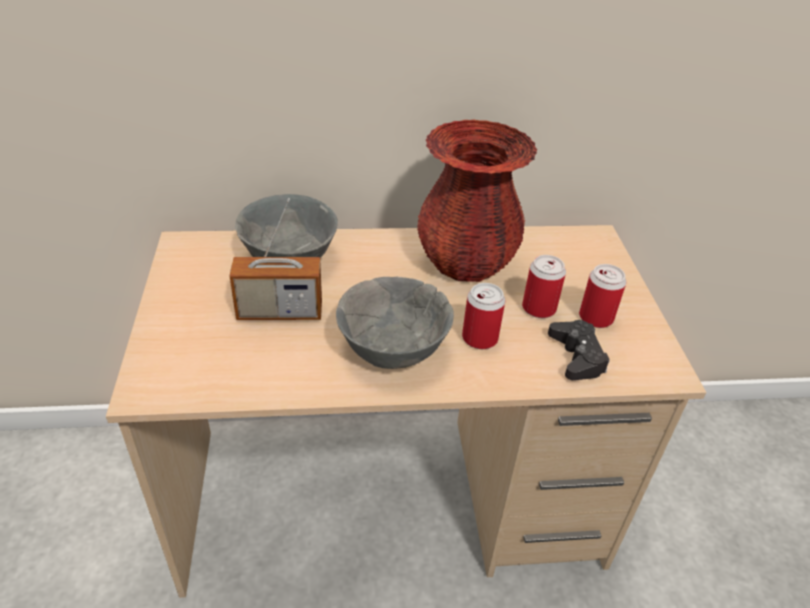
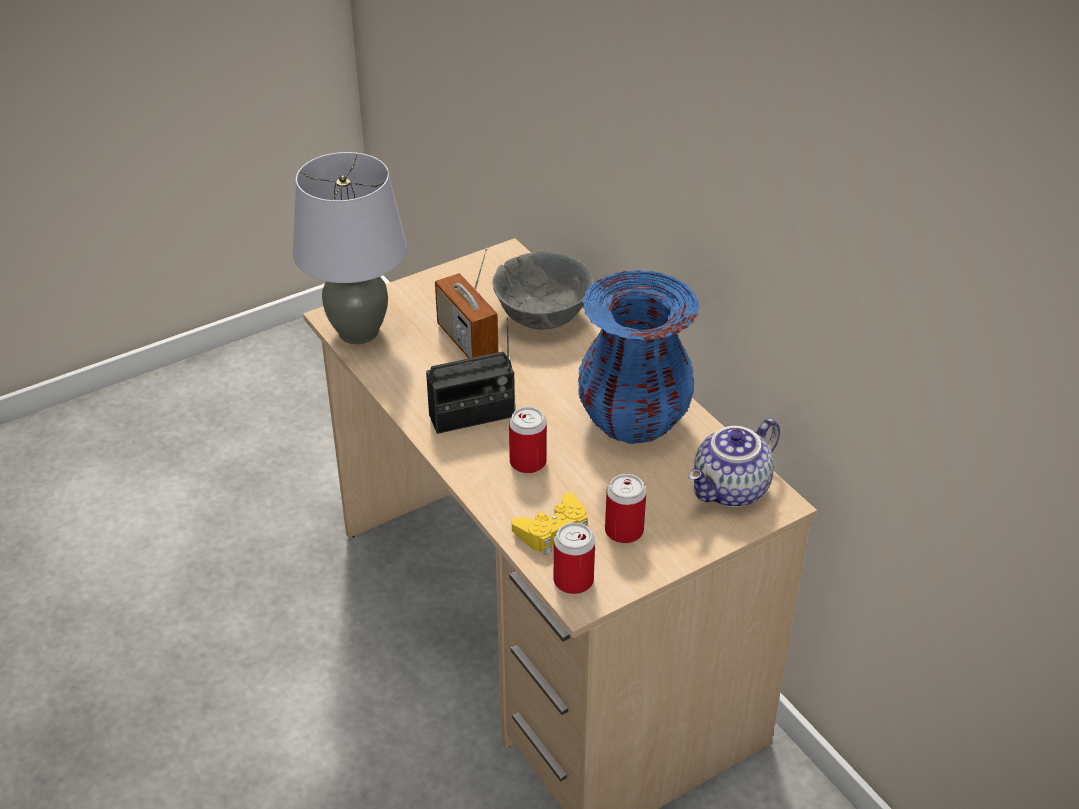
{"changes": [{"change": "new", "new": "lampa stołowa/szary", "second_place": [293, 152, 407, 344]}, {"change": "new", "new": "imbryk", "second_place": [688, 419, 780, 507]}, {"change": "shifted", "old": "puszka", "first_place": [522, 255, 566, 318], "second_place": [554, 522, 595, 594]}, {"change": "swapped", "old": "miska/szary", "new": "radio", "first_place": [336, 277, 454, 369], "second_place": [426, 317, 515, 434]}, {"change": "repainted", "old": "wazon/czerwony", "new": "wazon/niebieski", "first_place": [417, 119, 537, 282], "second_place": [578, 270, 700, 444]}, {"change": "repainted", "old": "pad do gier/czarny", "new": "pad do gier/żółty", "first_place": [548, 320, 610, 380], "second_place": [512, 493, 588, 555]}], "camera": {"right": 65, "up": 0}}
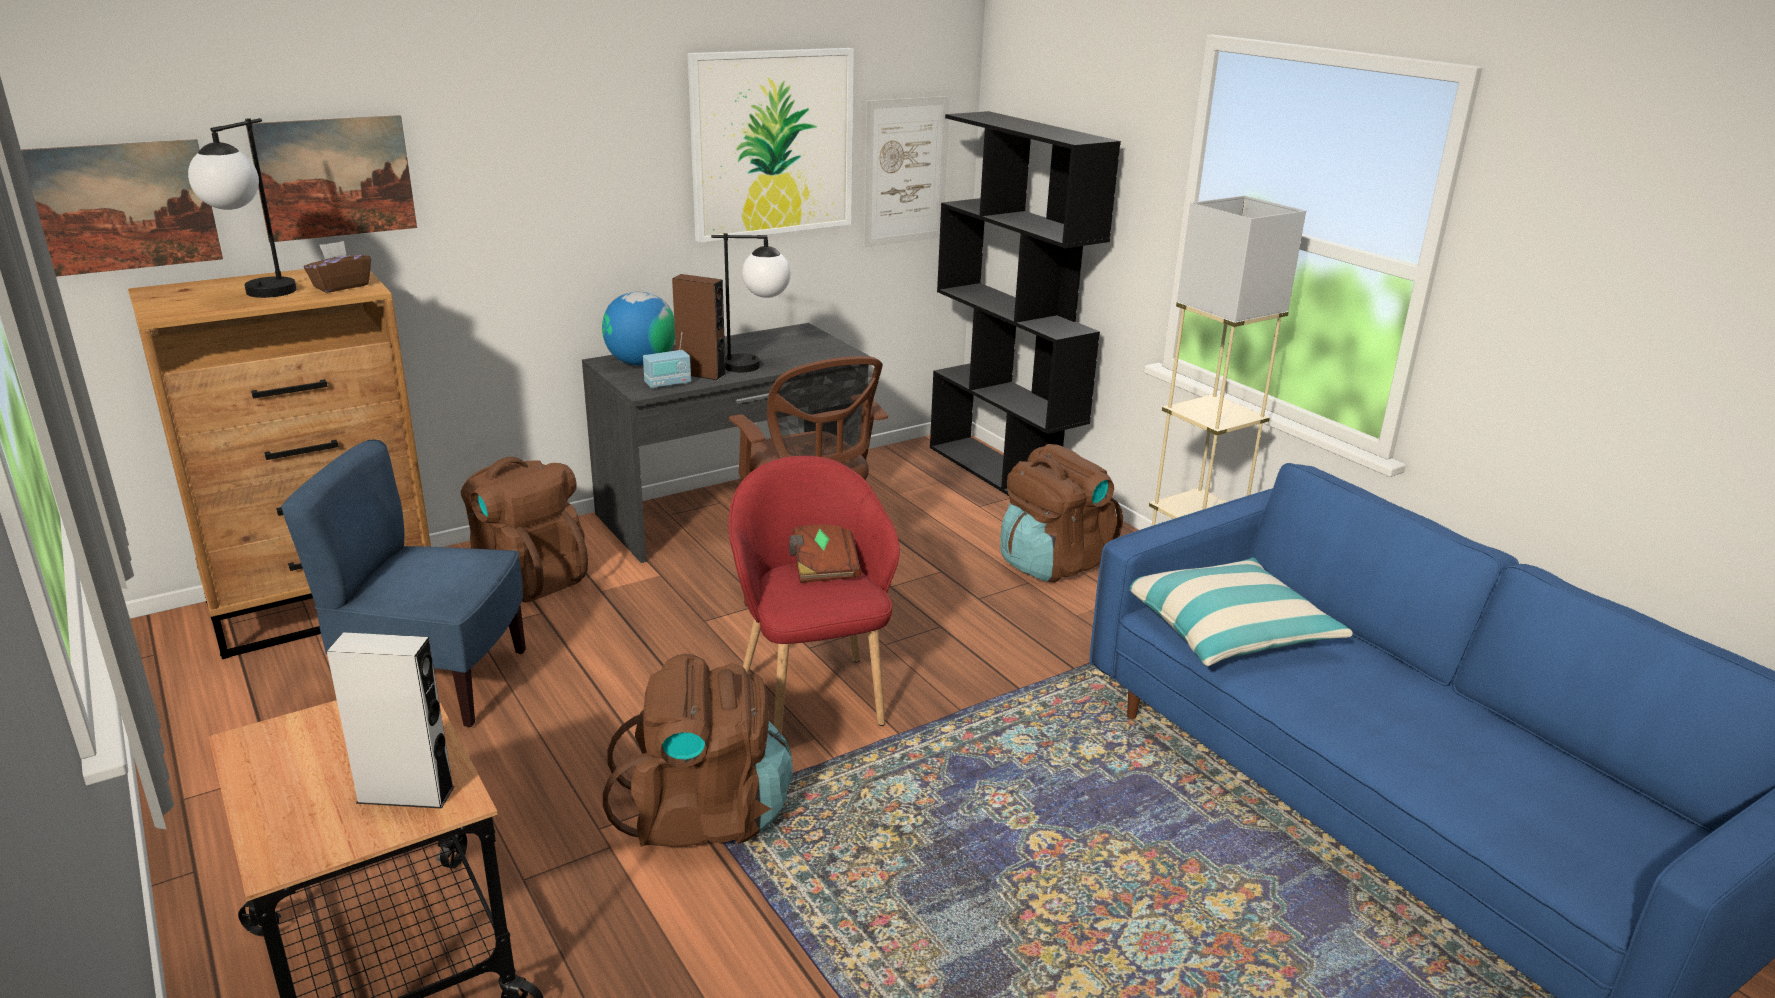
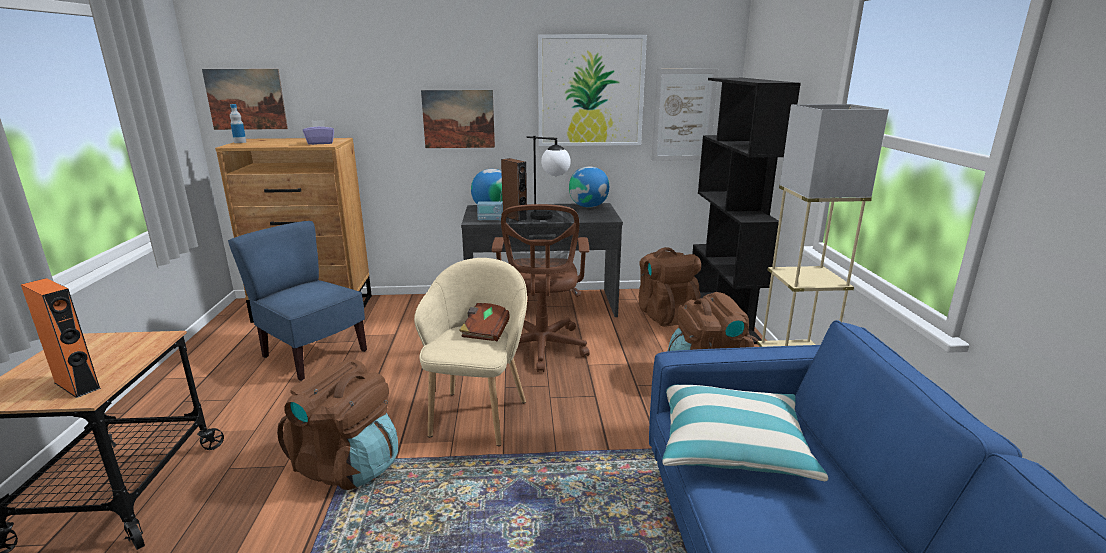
{"changes": [{"change": "gone", "old": "lampa stołowa", "first_place": [188, 118, 296, 298]}, {"change": "new", "new": "butelka", "second_place": [230, 104, 246, 143]}, {"change": "new", "new": "globus", "second_place": [569, 166, 609, 207]}, {"change": "shifted", "old": "obraz", "first_place": [246, 115, 417, 243], "second_place": [421, 90, 495, 148]}, {"change": "shifted", "old": "plecak/brązowy", "first_place": [461, 457, 588, 602], "second_place": [639, 247, 701, 327]}, {"change": "repainted", "old": "pudełko chusteczek/brązowy", "new": "pudełko chusteczek/fioletowy", "first_place": [304, 241, 371, 293], "second_place": [303, 120, 334, 145]}, {"change": "repainted", "old": "głośnik/szary", "new": "głośnik/pomarańczowy", "first_place": [327, 632, 455, 809], "second_place": [21, 278, 101, 398]}, {"change": "repainted", "old": "fotel/czerwony", "new": "fotel/beżowy", "first_place": [728, 456, 900, 734], "second_place": [414, 258, 527, 446]}], "camera": {"right": 30, "up": -5}}
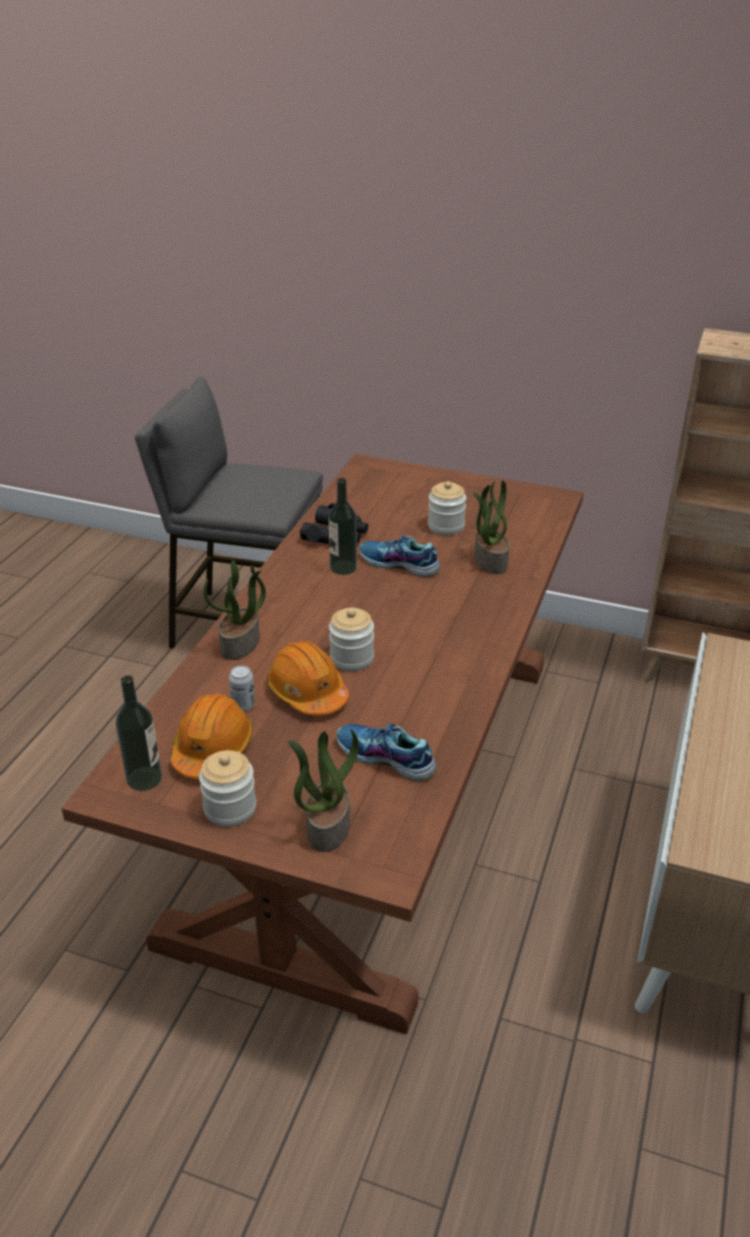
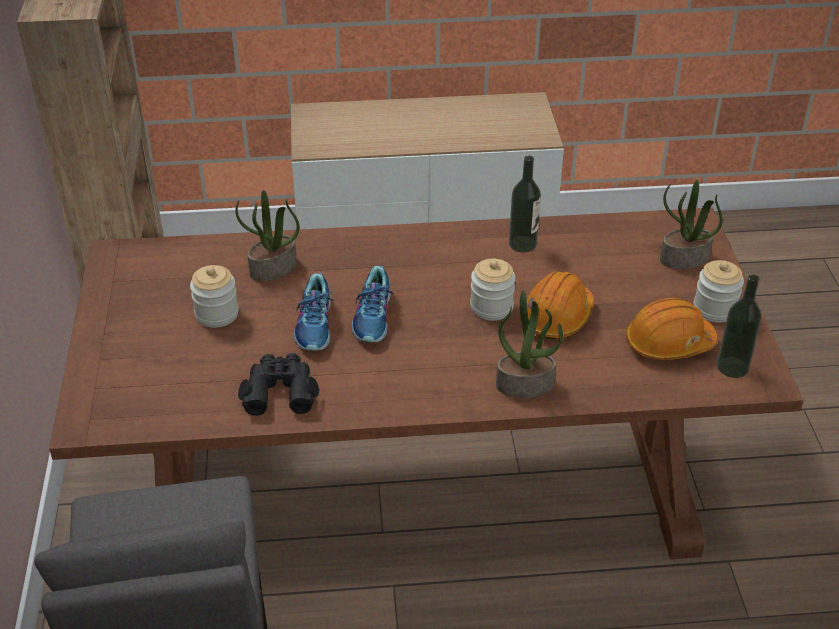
{"changes": [{"change": "gone", "old": "puszka", "first_place": [229, 666, 255, 711]}, {"change": "shifted", "old": "butelka", "first_place": [328, 478, 357, 575], "second_place": [509, 156, 541, 253]}, {"change": "shifted", "old": "but", "first_place": [337, 723, 436, 781], "second_place": [351, 266, 395, 342]}], "camera": {"right": -115, "up": 5}}
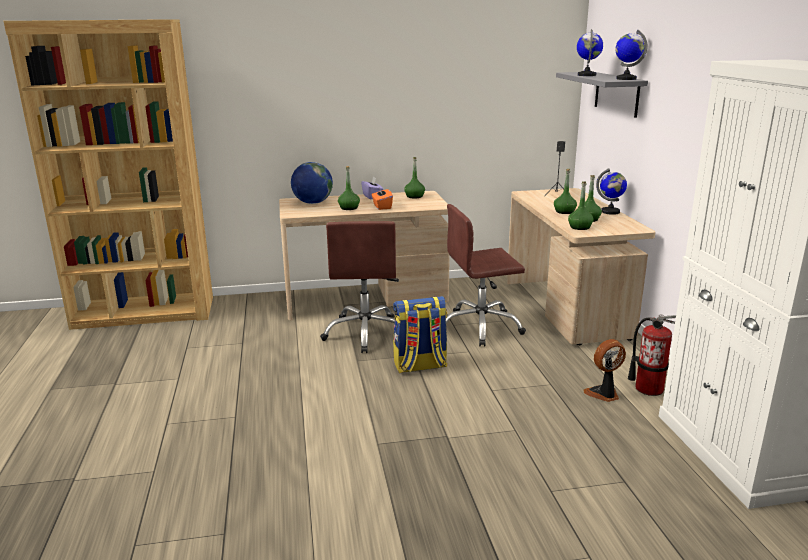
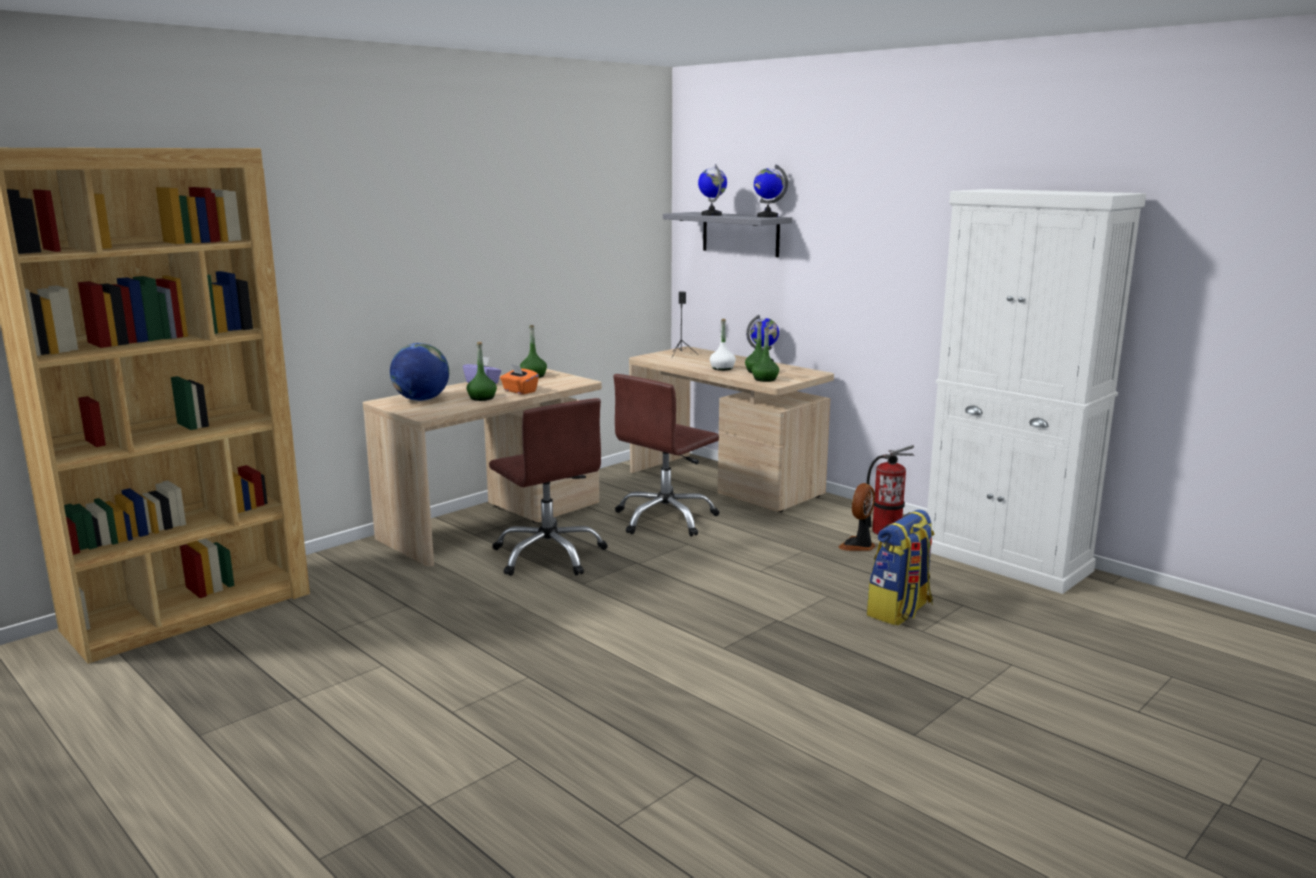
{"changes": [{"change": "shifted", "old": "plecak", "first_place": [393, 296, 448, 373], "second_place": [867, 509, 934, 626]}, {"change": "repainted", "old": "butelka/zielony", "new": "butelka/biały", "first_place": [554, 169, 577, 214], "second_place": [710, 319, 736, 371]}], "camera": {"right": -35, "up": -5}}
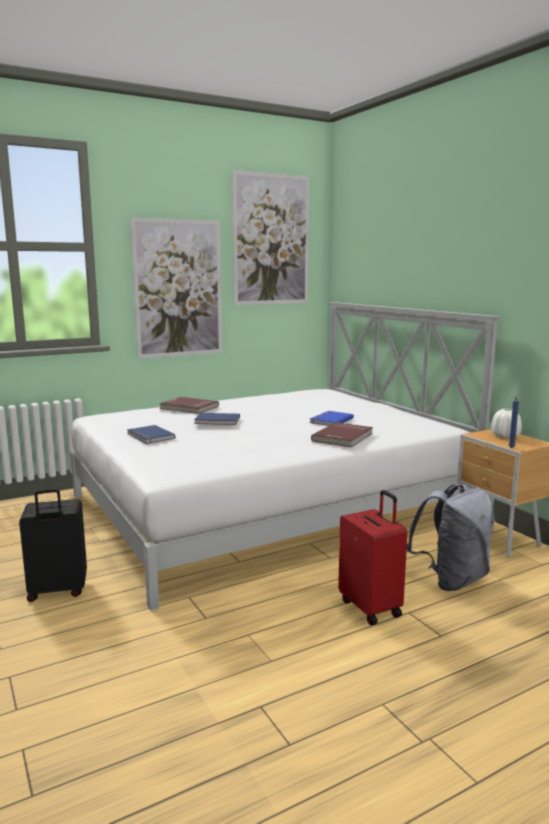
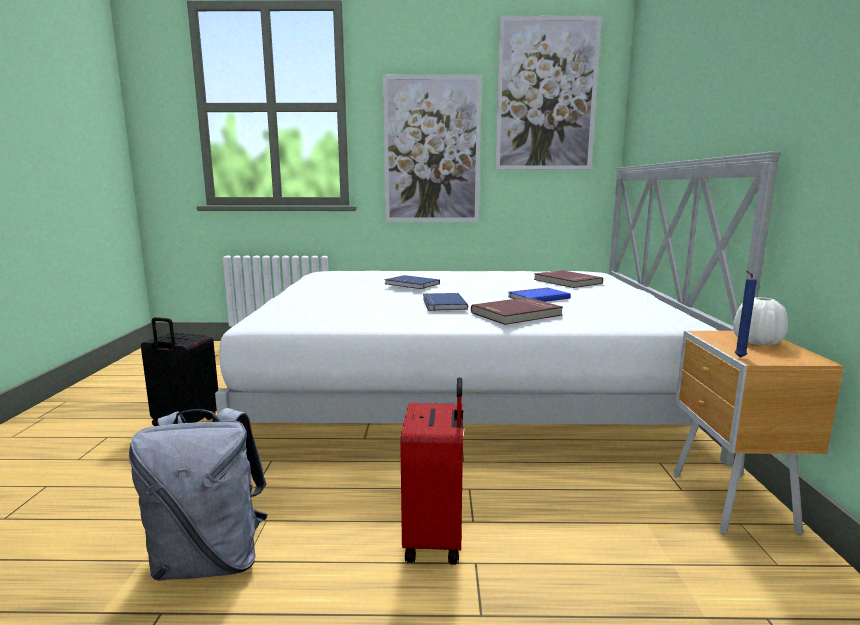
{"changes": [{"change": "shifted", "old": "książka/niebieski", "first_place": [127, 425, 176, 444], "second_place": [423, 293, 468, 311]}, {"change": "shifted", "old": "książka/czerwony", "first_place": [160, 397, 219, 414], "second_place": [534, 270, 603, 288]}, {"change": "shifted", "old": "plecak/szary", "first_place": [407, 484, 495, 591], "second_place": [129, 408, 267, 581]}], "camera": {"right": 30, "up": 0}}
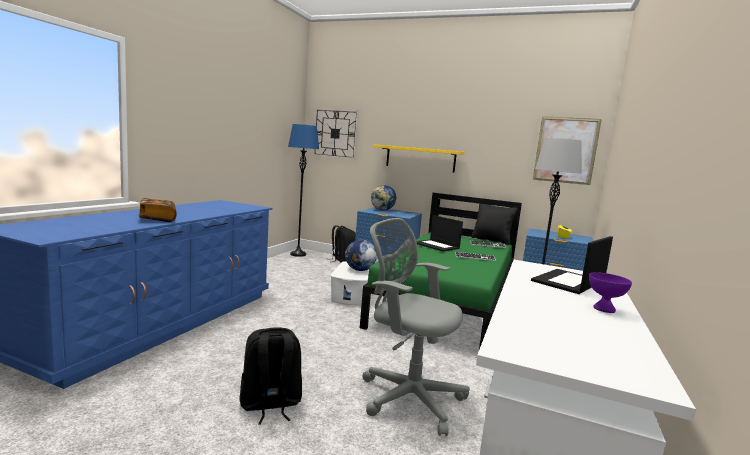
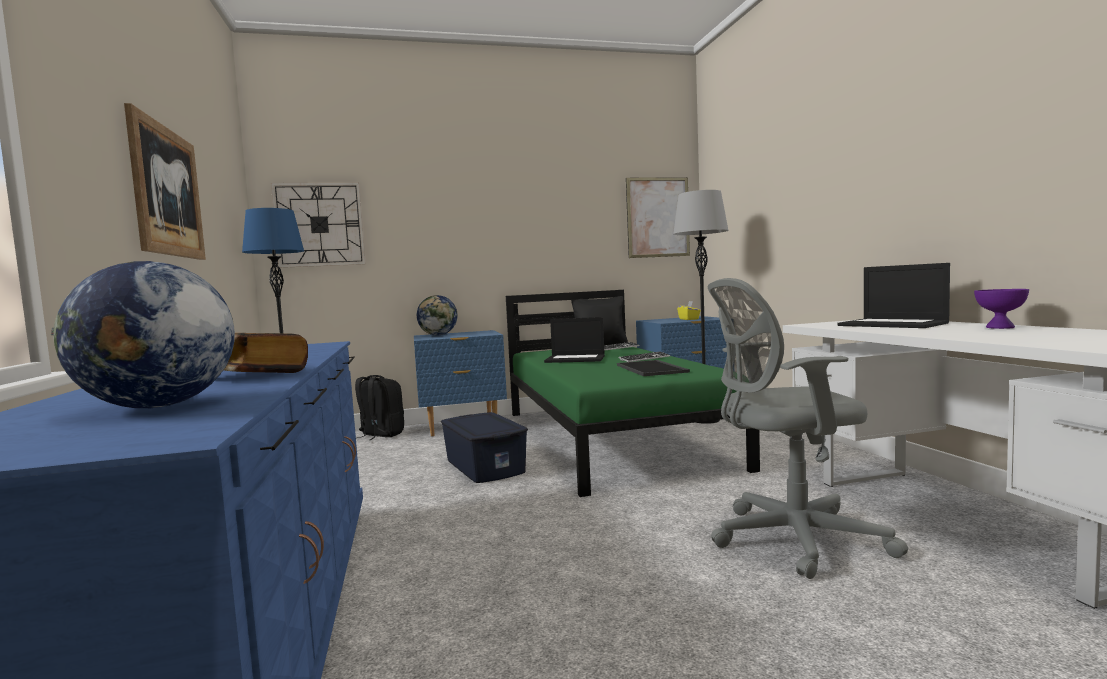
{"changes": [{"change": "gone", "old": "plecak/czarny", "first_place": [240, 327, 302, 425]}, {"change": "gone", "old": "półka/żółty", "first_place": [374, 145, 465, 173]}, {"change": "new", "new": "obraz", "second_place": [124, 103, 206, 260]}, {"change": "new", "new": "taca", "second_place": [617, 360, 690, 376]}, {"change": "shifted", "old": "globus", "first_place": [345, 240, 377, 271], "second_place": [51, 261, 235, 408]}, {"change": "repainted", "old": "pojemnik do przechowywania/biały", "new": "pojemnik do przechowywania/niebieski", "first_place": [330, 261, 369, 306], "second_place": [441, 412, 528, 483]}, {"change": "rotated", "old": "laptop", "first_place": [531, 236, 613, 294], "second_place": [838, 263, 950, 328], "degrees": -45}], "camera": {"right": -35, "up": -5}}
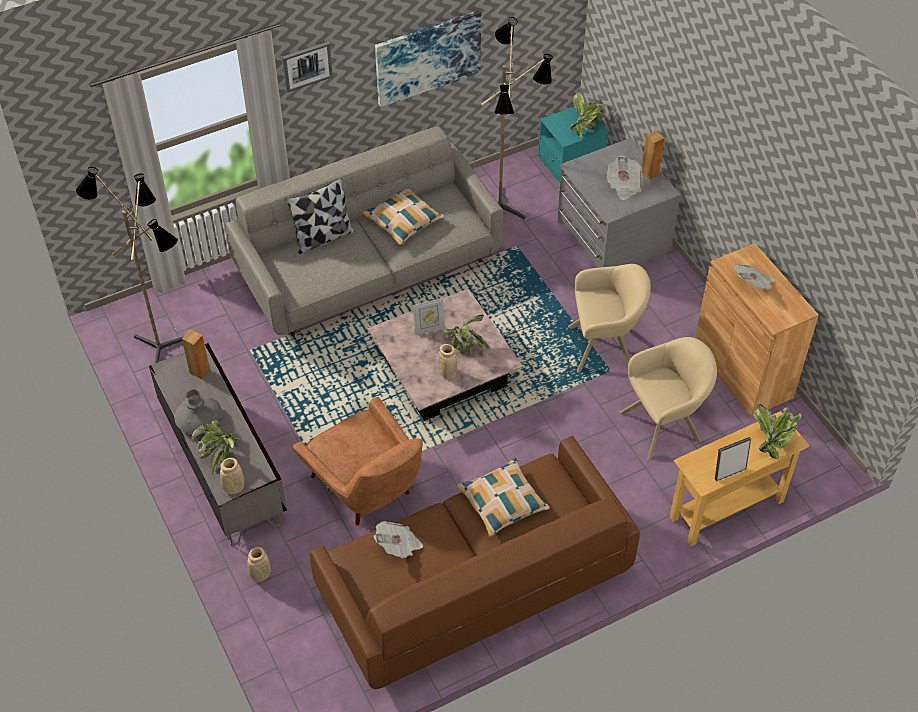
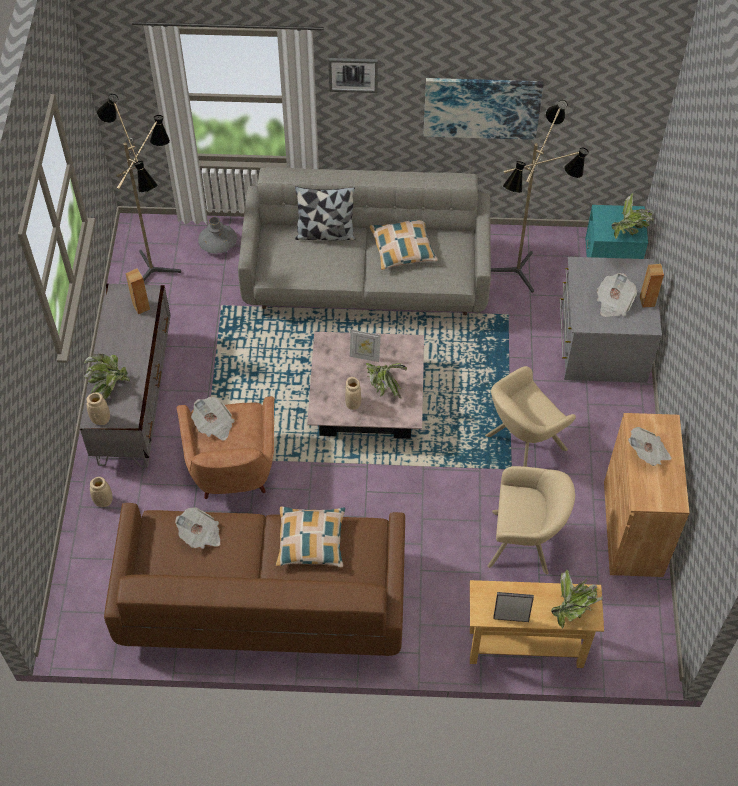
{"changes": [{"change": "new", "new": "gazeta", "second_place": [191, 397, 235, 441]}, {"change": "shifted", "old": "wazon/szary", "first_place": [174, 389, 222, 434], "second_place": [198, 217, 237, 254]}, {"change": "rotated", "old": "fotel/beżowy", "first_place": [568, 264, 651, 373], "second_place": [485, 366, 576, 467], "degrees": 120}], "camera": {"right": 30, "up": 5}}
